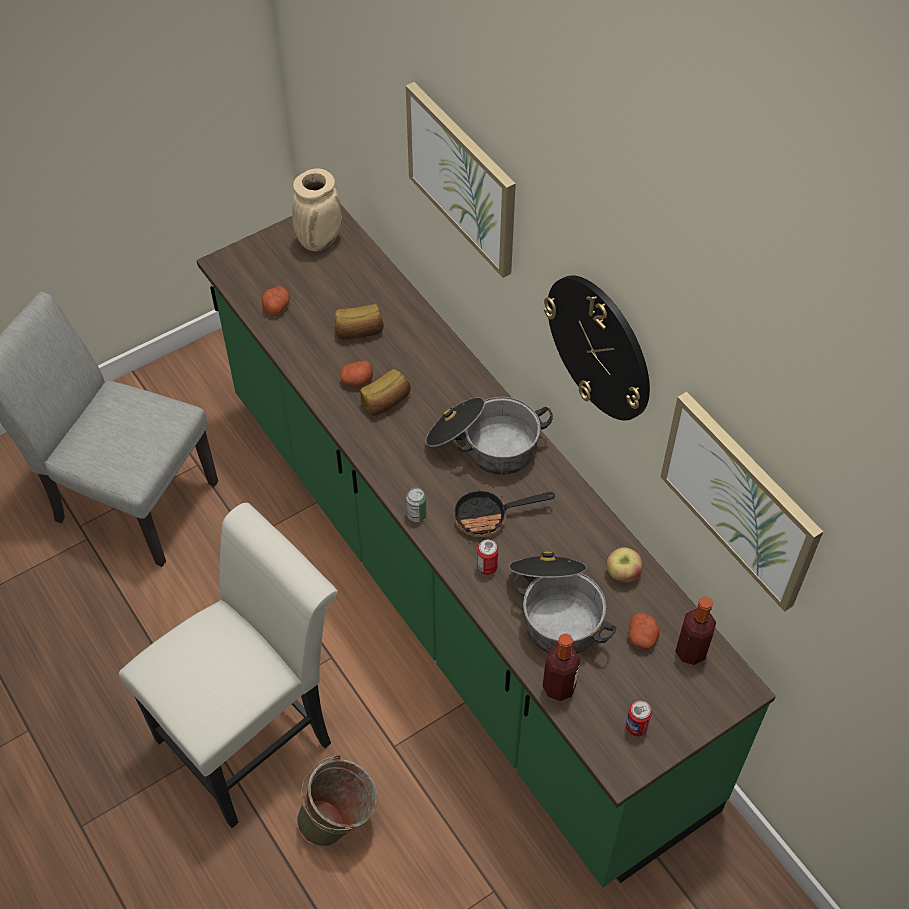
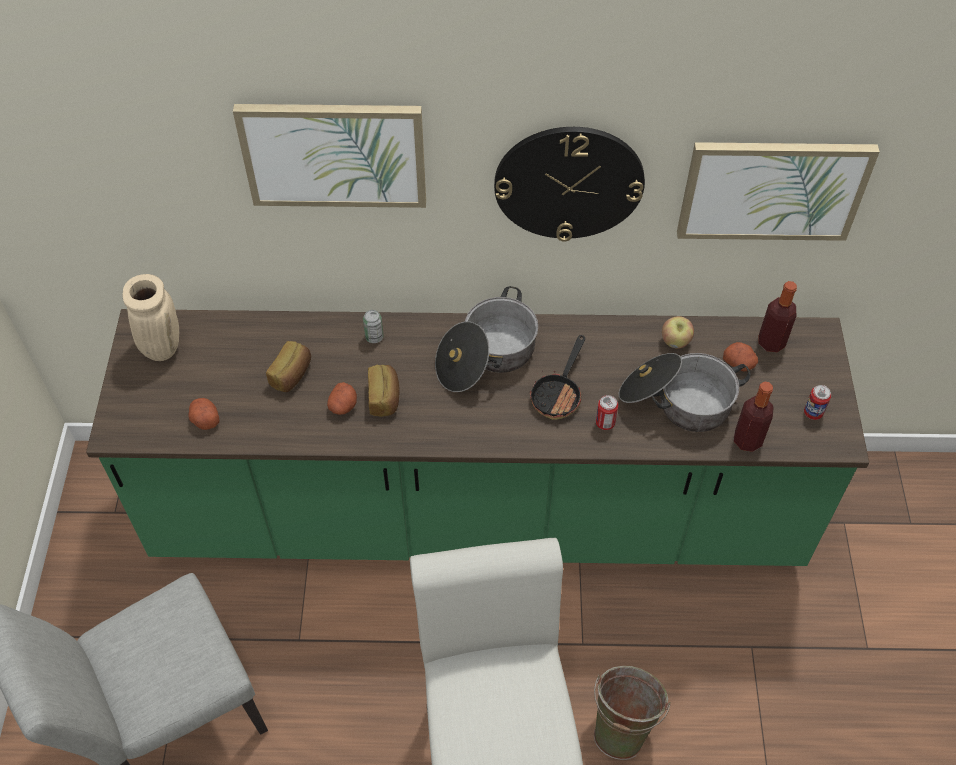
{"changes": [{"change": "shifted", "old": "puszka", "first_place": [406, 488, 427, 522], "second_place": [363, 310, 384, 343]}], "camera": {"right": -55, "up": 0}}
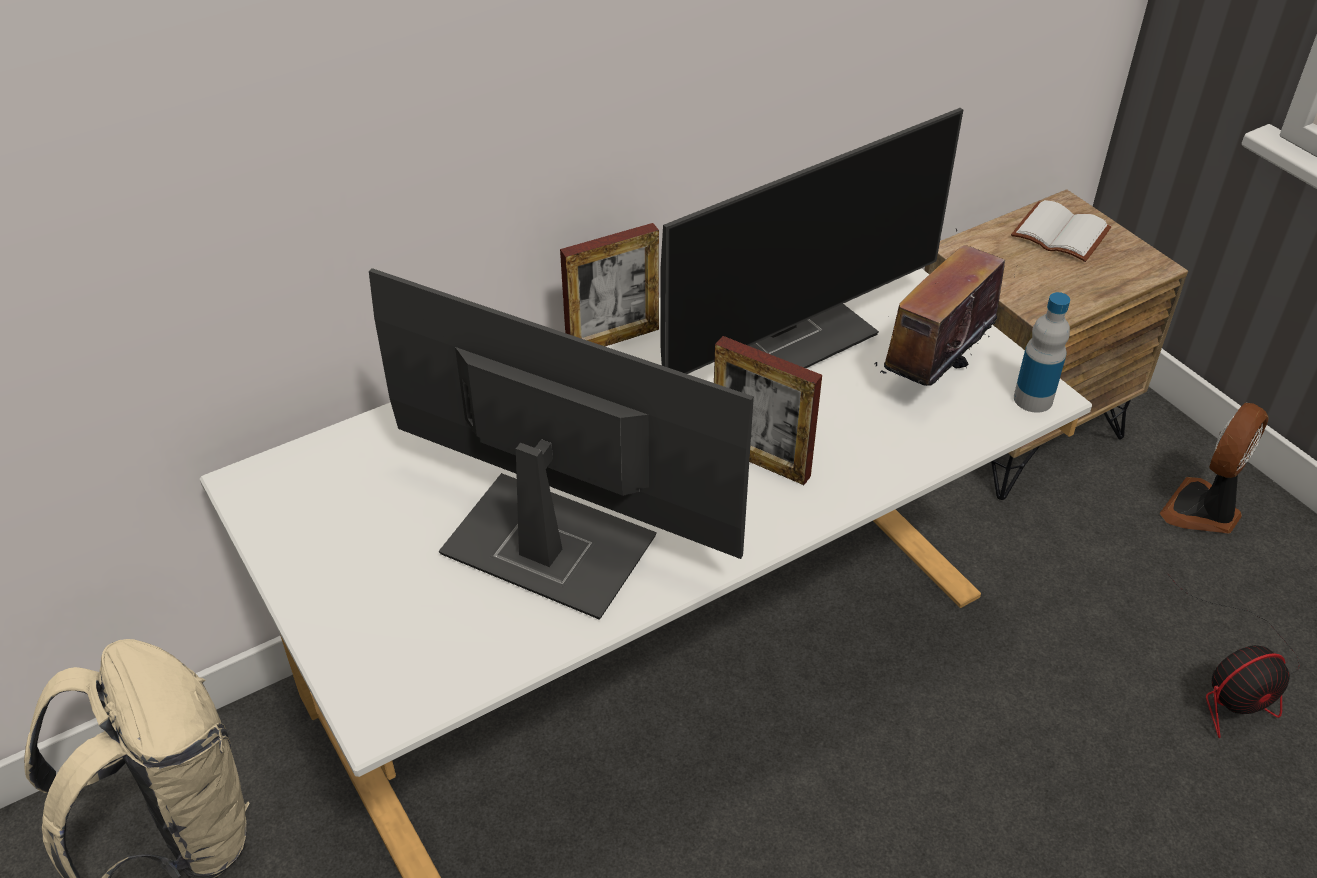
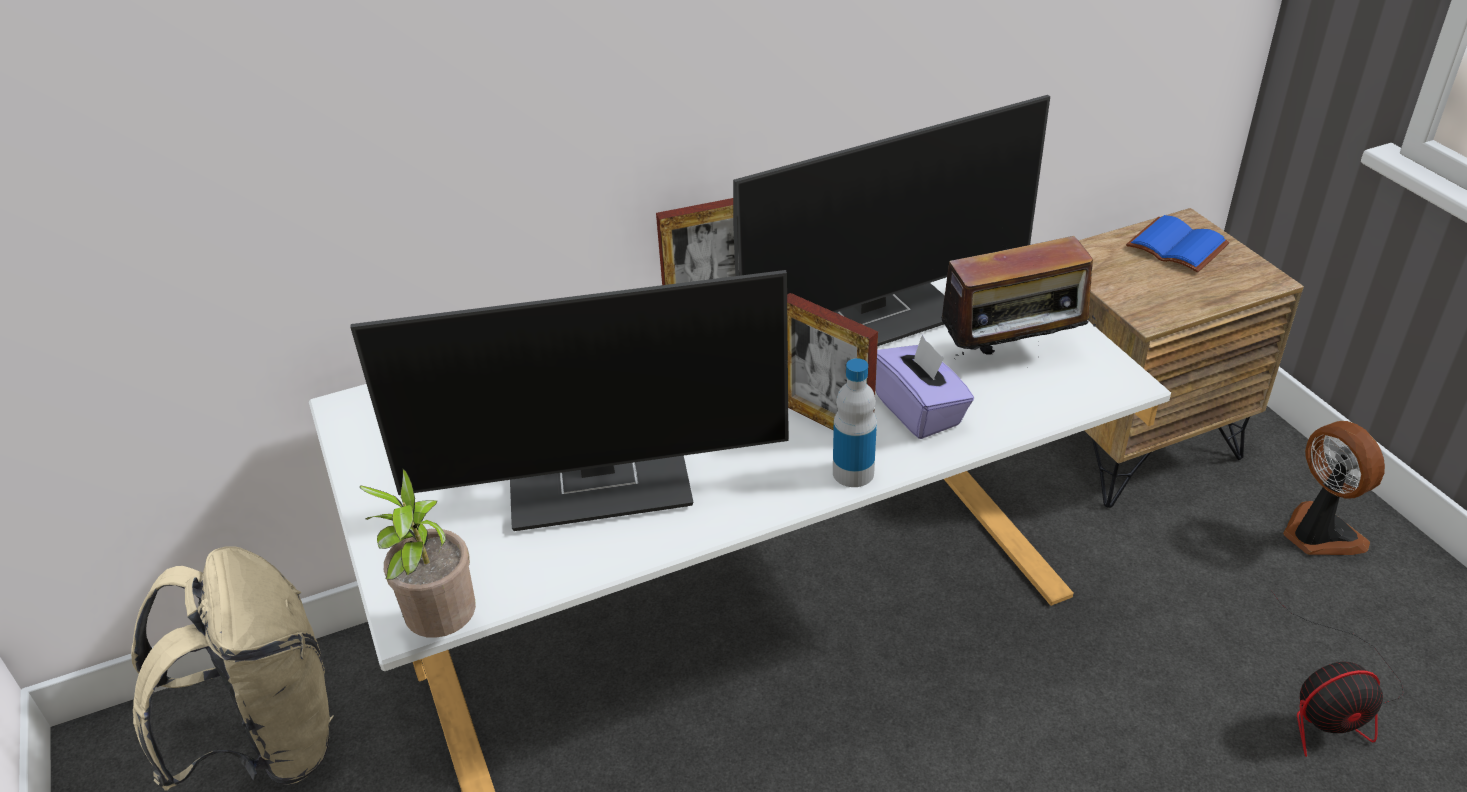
{"changes": [{"change": "new", "new": "roślina doniczkowa", "second_place": [360, 469, 476, 638]}, {"change": "new", "new": "pudełko chusteczek/fioletowy", "second_place": [875, 335, 974, 439]}, {"change": "shifted", "old": "butelka", "first_place": [1014, 292, 1070, 413], "second_place": [833, 358, 877, 487]}, {"change": "repainted", "old": "książka/biały", "new": "książka/niebieski", "first_place": [1011, 200, 1111, 262], "second_place": [1126, 215, 1230, 273]}, {"change": "rotated", "old": "monitor", "first_place": [369, 268, 754, 620], "second_place": [350, 270, 789, 531], "degrees": 135}, {"change": "rotated", "old": "radio", "first_place": [875, 229, 1015, 386], "second_place": [932, 227, 1098, 356], "degrees": -150}, {"change": "rotated", "old": "wentylator", "first_place": [1159, 403, 1269, 534], "second_place": [1283, 421, 1385, 555], "degrees": 105}], "camera": {"right": 10, "up": -5}}
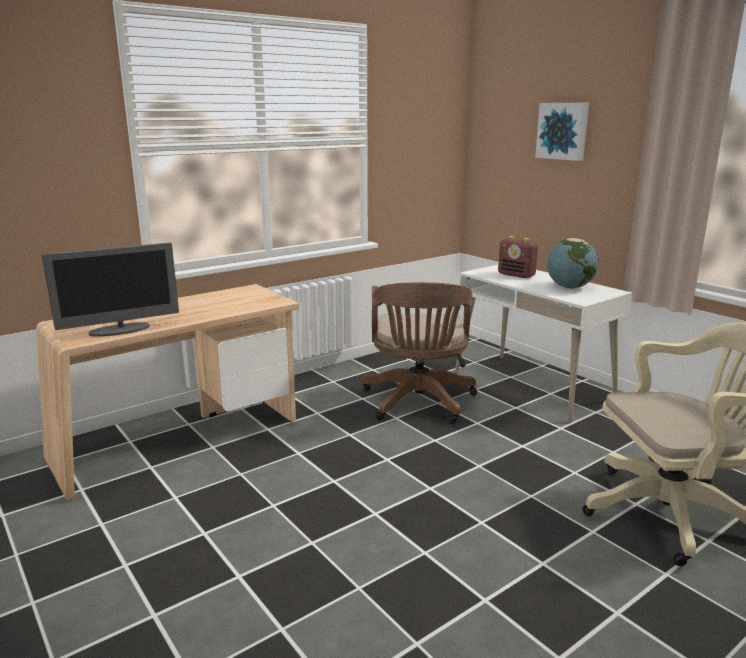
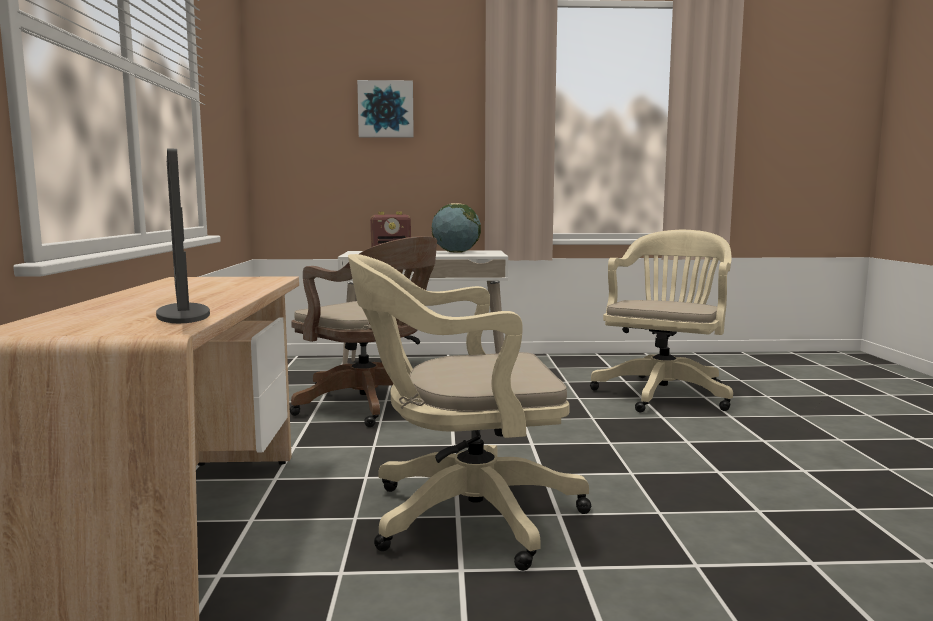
{"changes": [{"change": "new", "new": "krzesło biurowe/beżowy", "second_place": [348, 254, 592, 571]}, {"change": "rotated", "old": "monitor", "first_place": [42, 242, 179, 337], "second_place": [156, 148, 210, 323], "degrees": 150}], "camera": {"right": -55, "up": -10}}
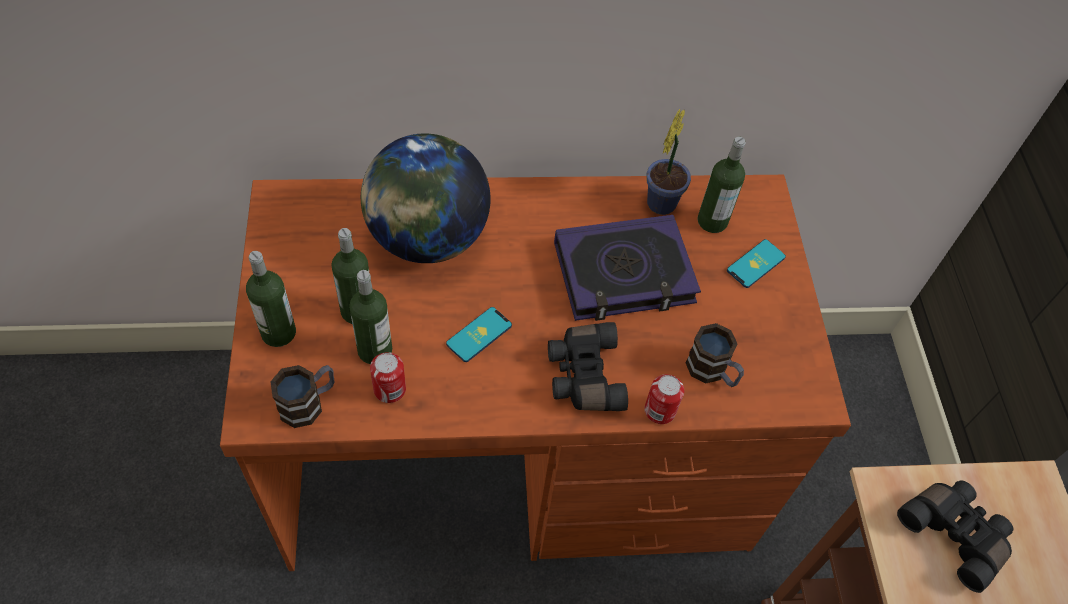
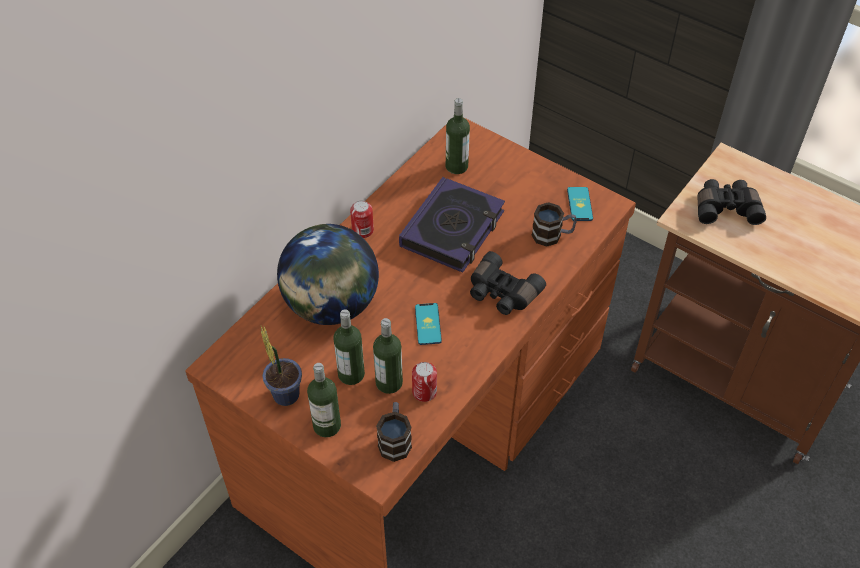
{"changes": [{"change": "shifted", "old": "puszka", "first_place": [645, 374, 684, 424], "second_place": [350, 200, 374, 238]}, {"change": "shifted", "old": "roślina doniczkowa", "first_place": [646, 109, 691, 215], "second_place": [261, 326, 302, 406]}, {"change": "shifted", "old": "telefon", "first_place": [727, 239, 786, 288], "second_place": [567, 187, 593, 221]}], "camera": {"right": -45, "up": -5}}
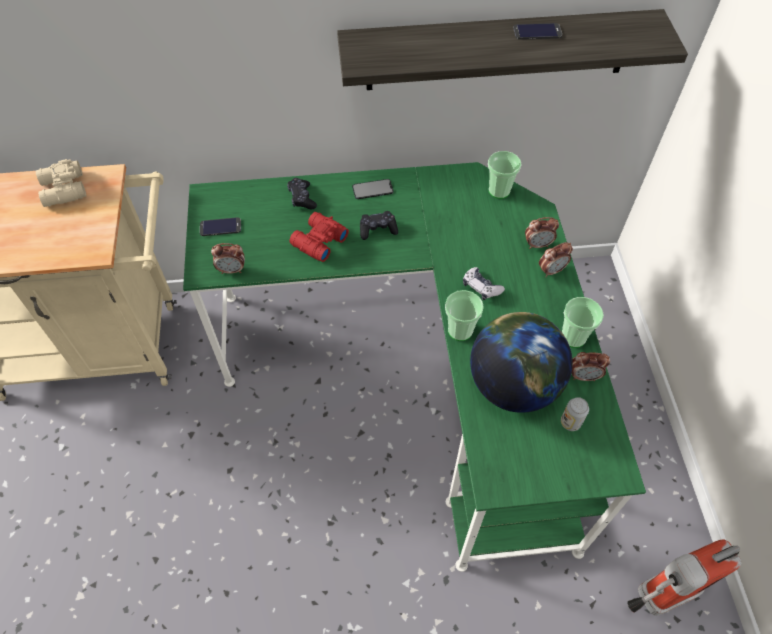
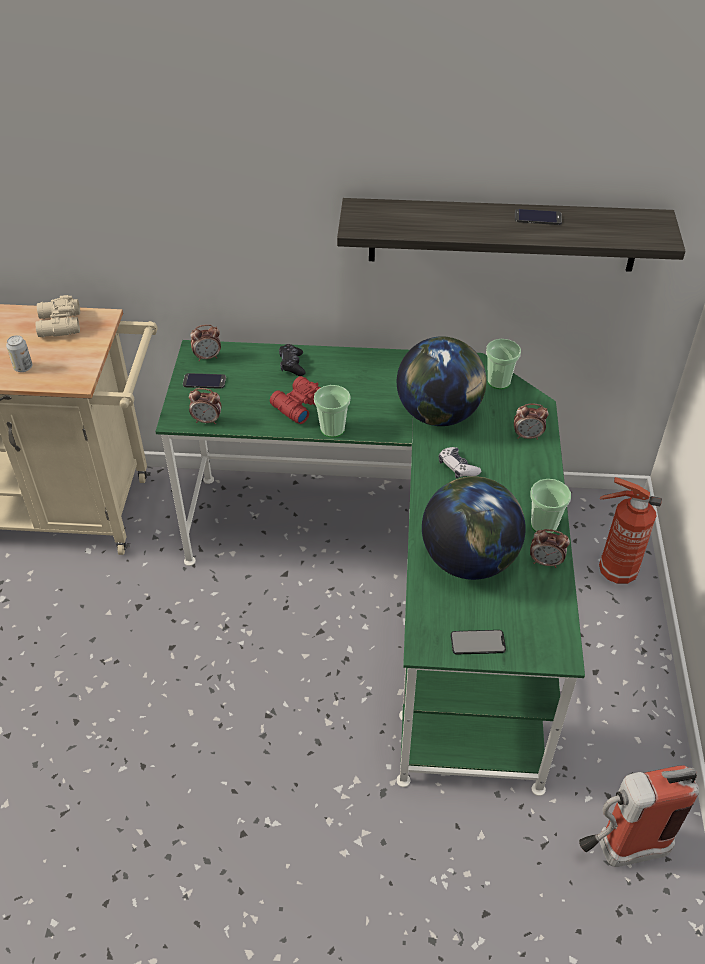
{"changes": [{"change": "gone", "old": "pad do gier/czarny", "first_place": [360, 211, 398, 240]}, {"change": "new", "new": "globus", "second_place": [397, 336, 486, 426]}, {"change": "new", "new": "gaśnica", "second_place": [599, 477, 662, 584]}, {"change": "shifted", "old": "telefon", "first_place": [352, 179, 393, 199], "second_place": [451, 630, 506, 654]}, {"change": "shifted", "old": "filiżanka", "first_place": [445, 290, 484, 341], "second_place": [314, 385, 350, 438]}, {"change": "shifted", "old": "budzik", "first_place": [539, 242, 573, 277], "second_place": [190, 324, 221, 361]}, {"change": "shifted", "old": "puszka", "first_place": [561, 397, 589, 431], "second_place": [6, 335, 33, 372]}], "camera": {"right": 10, "up": -10}}
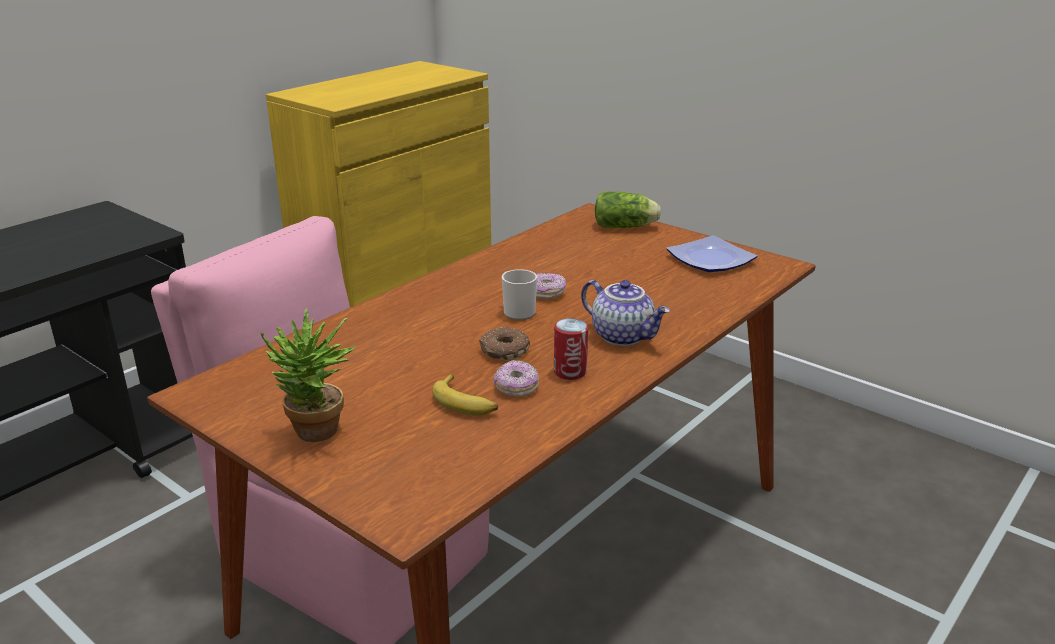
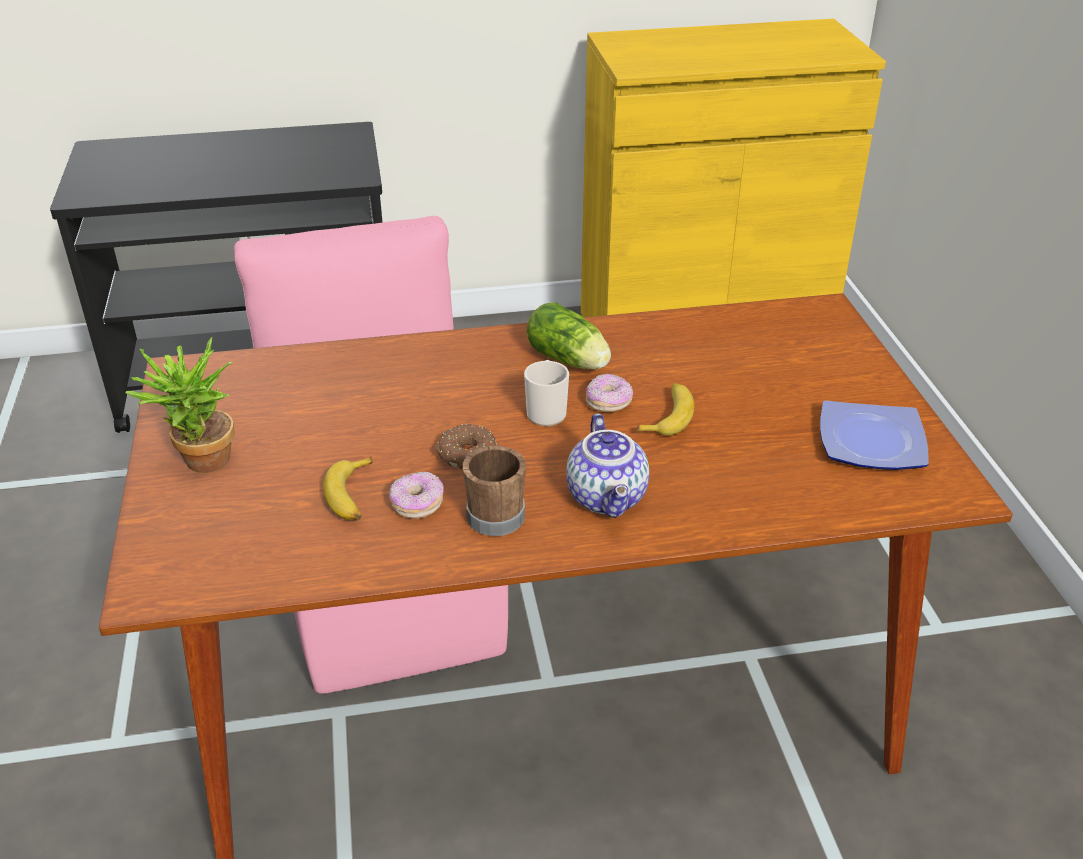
{"changes": [{"change": "new", "new": "banan", "second_place": [636, 383, 694, 436]}, {"change": "shifted", "old": "sałata", "first_place": [595, 191, 661, 228], "second_place": [526, 302, 611, 370]}, {"change": "swapped", "old": "puszka", "new": "kubek/brązowy", "first_place": [554, 318, 588, 380], "second_place": [463, 446, 526, 536]}], "camera": {"right": 40, "up": 10}}
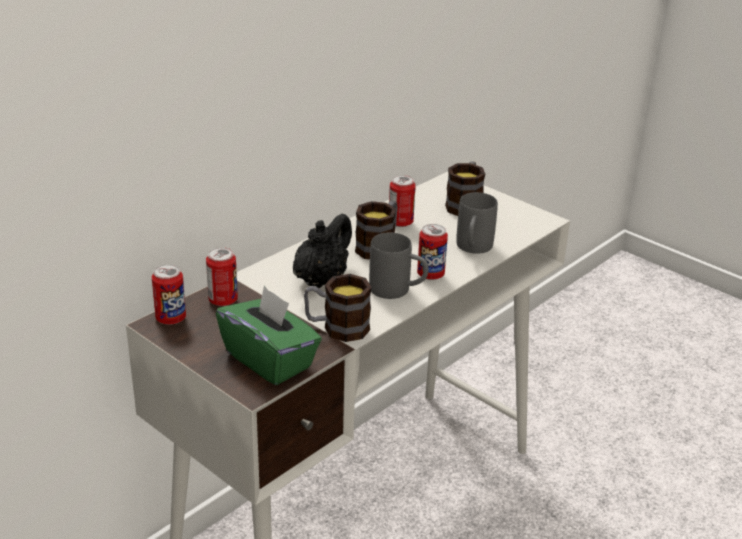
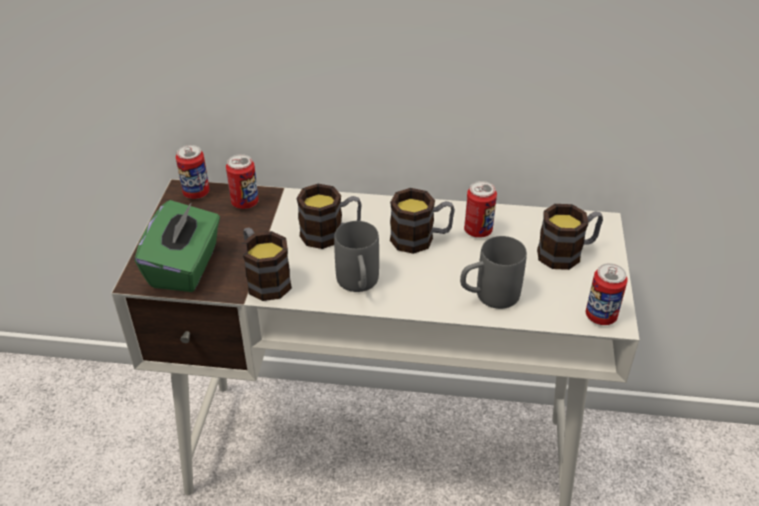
{"changes": [{"change": "shifted", "old": "puszka", "first_place": [417, 224, 448, 280], "second_place": [586, 263, 628, 325]}, {"change": "swapped", "old": "imbryk/czarny", "new": "kubek", "first_place": [293, 213, 352, 288], "second_place": [297, 184, 362, 249]}], "camera": {"right": 55, "up": 10}}
